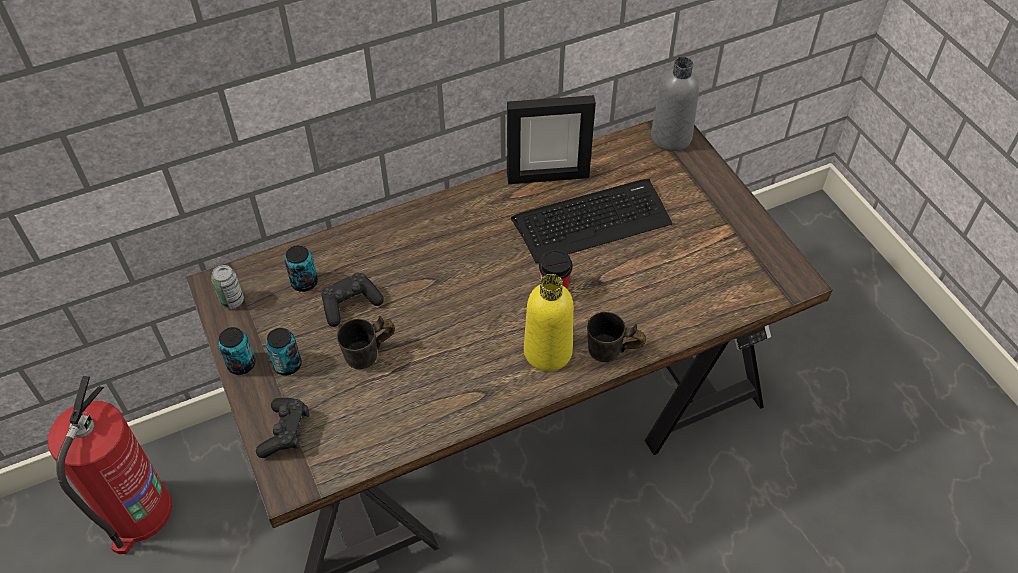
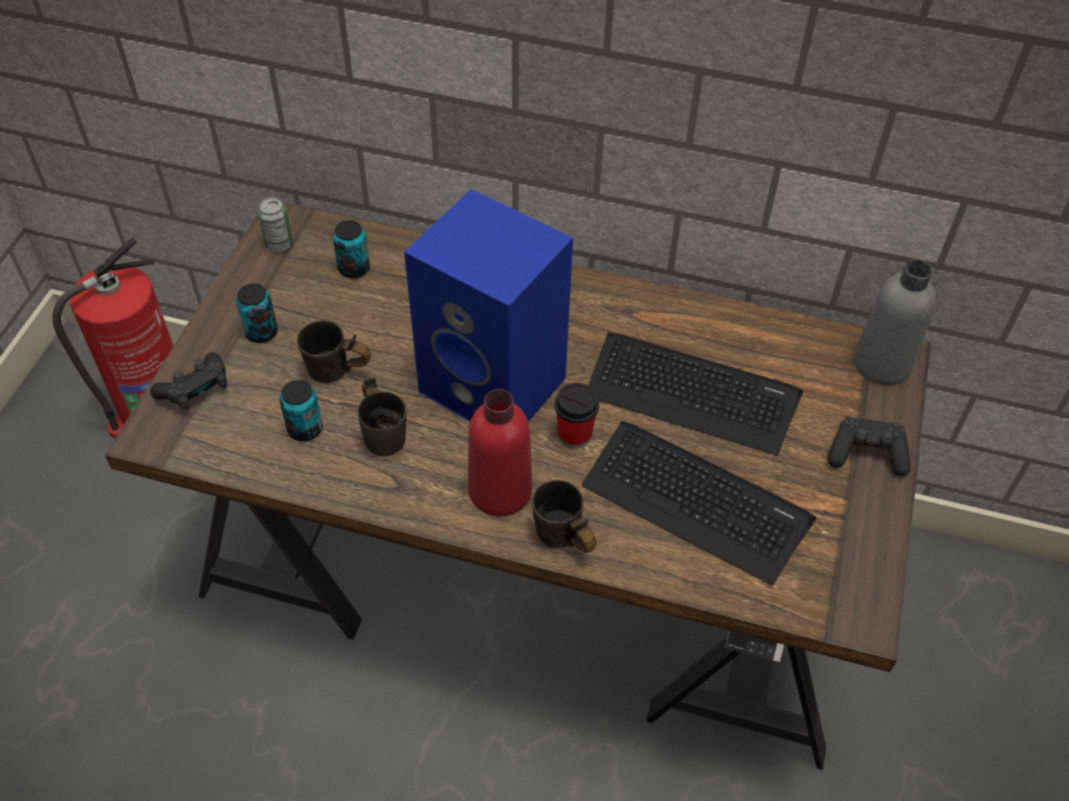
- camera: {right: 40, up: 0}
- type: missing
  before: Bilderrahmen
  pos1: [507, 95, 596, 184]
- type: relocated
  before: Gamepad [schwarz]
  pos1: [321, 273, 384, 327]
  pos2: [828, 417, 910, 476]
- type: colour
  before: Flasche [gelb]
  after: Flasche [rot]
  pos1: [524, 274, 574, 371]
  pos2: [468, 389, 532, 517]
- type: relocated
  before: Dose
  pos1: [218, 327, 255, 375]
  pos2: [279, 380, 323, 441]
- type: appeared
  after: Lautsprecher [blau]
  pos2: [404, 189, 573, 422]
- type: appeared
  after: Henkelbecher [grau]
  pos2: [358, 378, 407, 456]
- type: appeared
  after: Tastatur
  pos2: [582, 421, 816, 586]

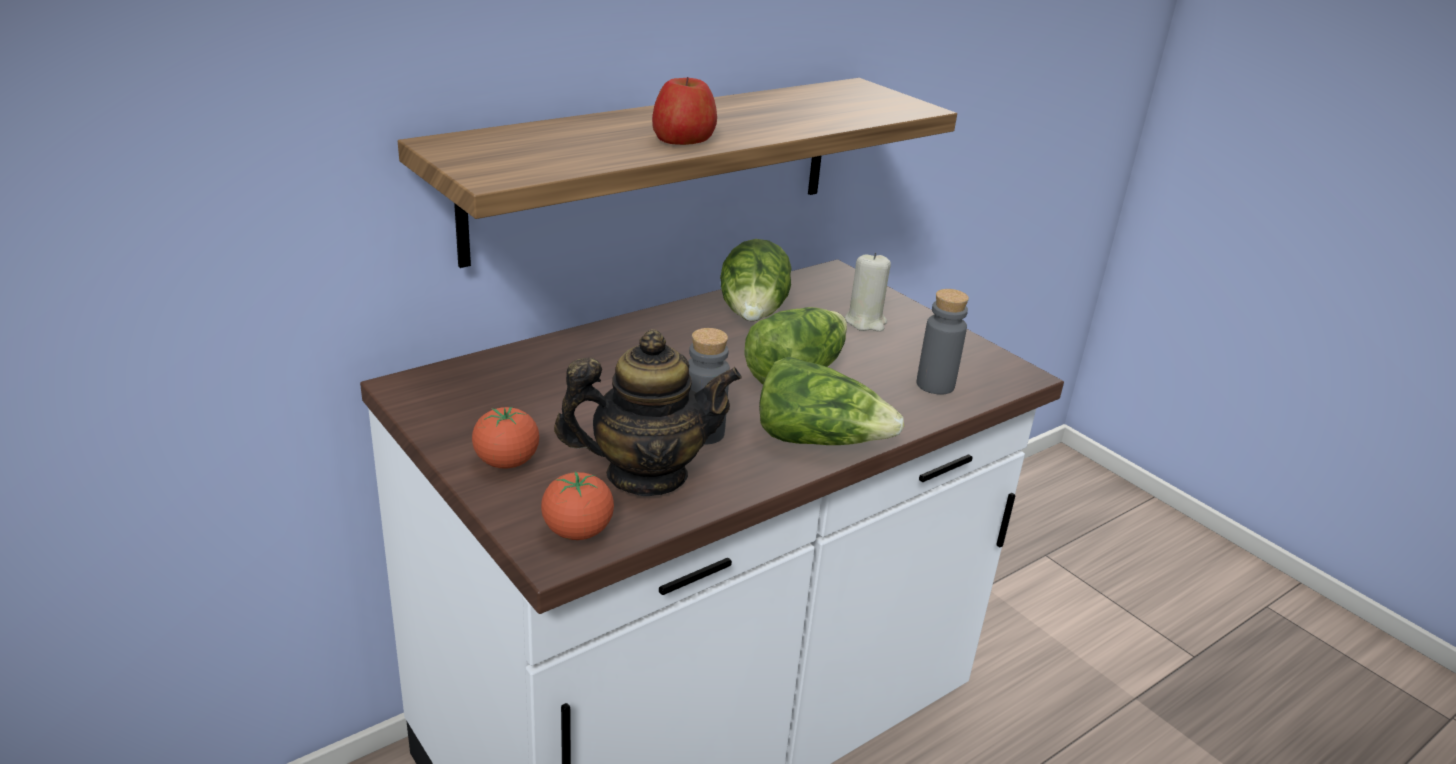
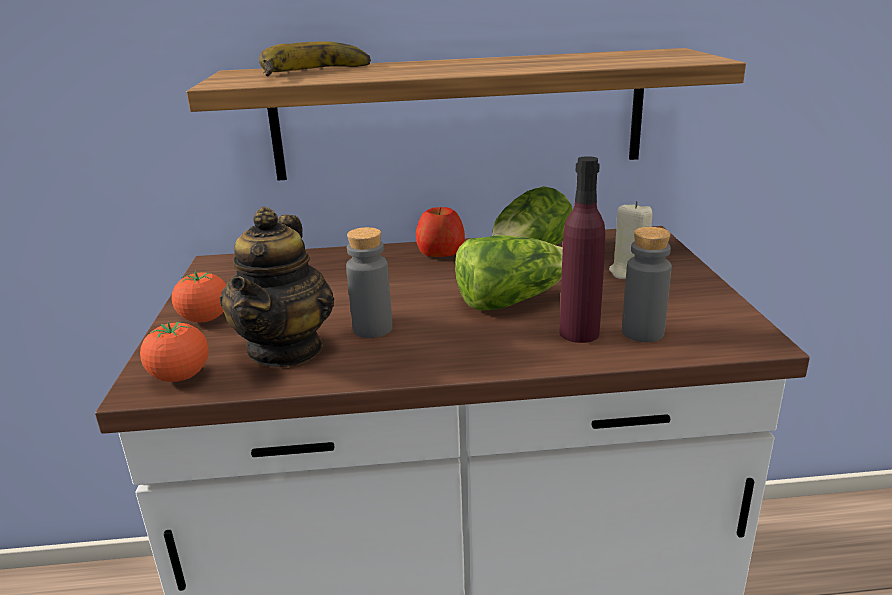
- camera: {right: 35, up: -5}
- type: relocated
  before: Apfel
  pos1: [652, 77, 717, 145]
  pos2: [416, 207, 465, 257]
- type: spun
  before: Teekanne
  pos1: [554, 329, 742, 496]
  pos2: [220, 206, 334, 367]
  turn: 75
- type: missing
  before: Salatkopf
  pos1: [759, 357, 904, 445]
- type: appeared
  after: Banane
  pos2: [259, 41, 371, 76]
- type: appeared
  after: Flasche [lila]
  pos2: [559, 156, 605, 343]

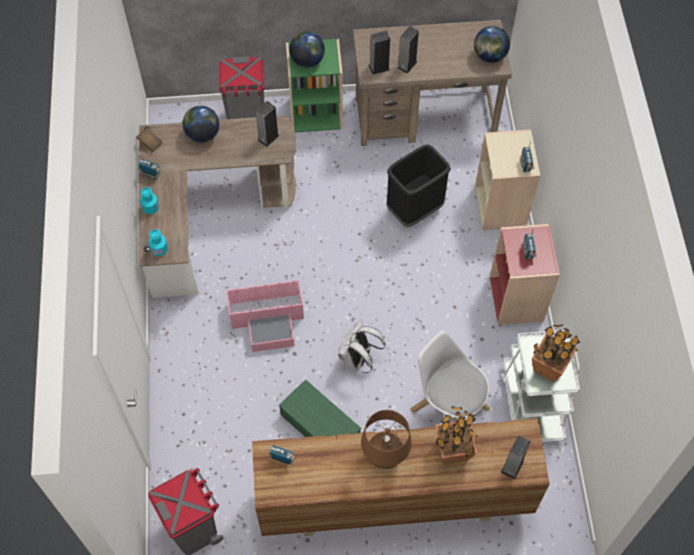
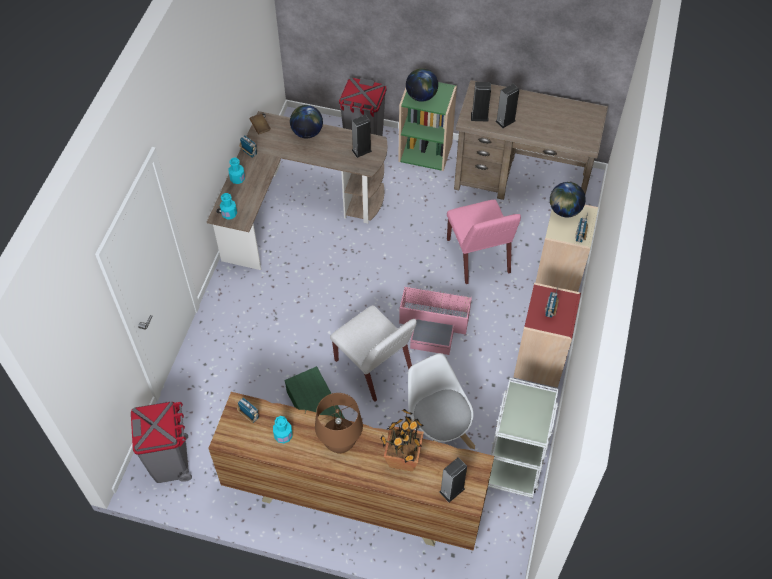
- camera: {right: 20, up: -5}
- type: relocated
  before: Globus
  pos1: [474, 26, 510, 63]
  pos2: [550, 182, 586, 217]
- type: exchanged
  before: Mülleimer [schwarz]
  after: Stuhl [rosa]
  pos1: [387, 145, 451, 227]
  pos2: [447, 200, 521, 284]
- type: relocated
  before: Aufbewahrungsbox [rosa]
  pos1: [227, 280, 304, 352]
  pos2: [399, 286, 472, 355]
- type: exchanged
  before: Rucksack [weiß]
  after: Stuhl [weiß]
  pos1: [338, 319, 385, 373]
  pos2: [330, 305, 417, 402]
- type: missing
  before: Topfpflanze
  pos1: [532, 324, 580, 382]
- type: appeared
  after: Flasche [türkis]
  pos2: [273, 416, 293, 444]

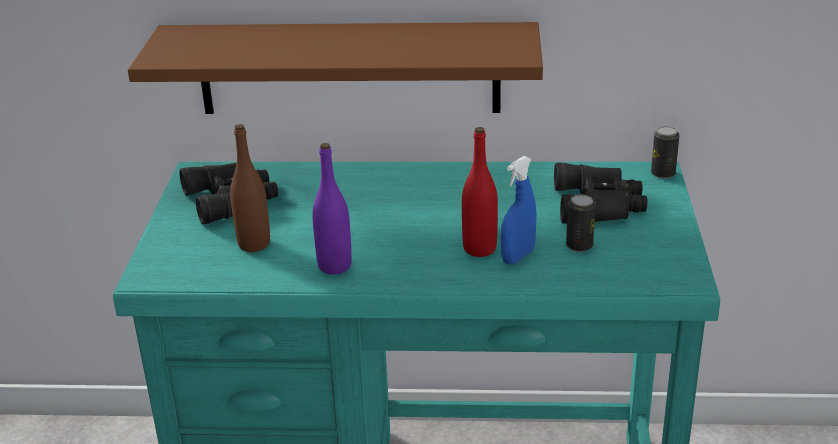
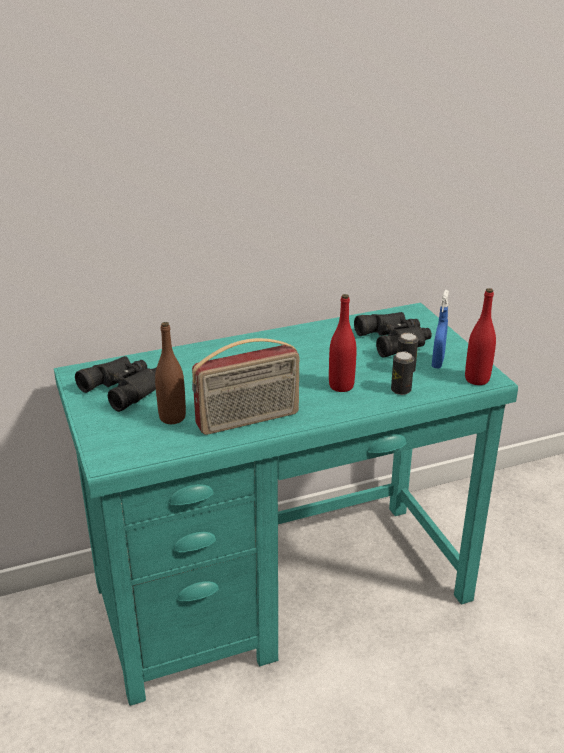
- camera: {right: -25, up: 0}
- type: missing
  before: Wandregal [braun]
  pos1: [128, 22, 543, 114]
- type: relocated
  before: Dose
  pos1: [651, 126, 680, 179]
  pos2: [391, 351, 414, 395]
- type: exchanged
  before: Flasche [lila]
  after: Radio
  pos1: [313, 143, 352, 274]
  pos2: [192, 338, 299, 435]
- type: relocated
  before: Sprühflasche [blau]
  pos1: [501, 156, 537, 265]
  pos2: [432, 290, 449, 368]
- type: appeared
  after: Flasche [rot]
  pos2: [465, 288, 496, 385]

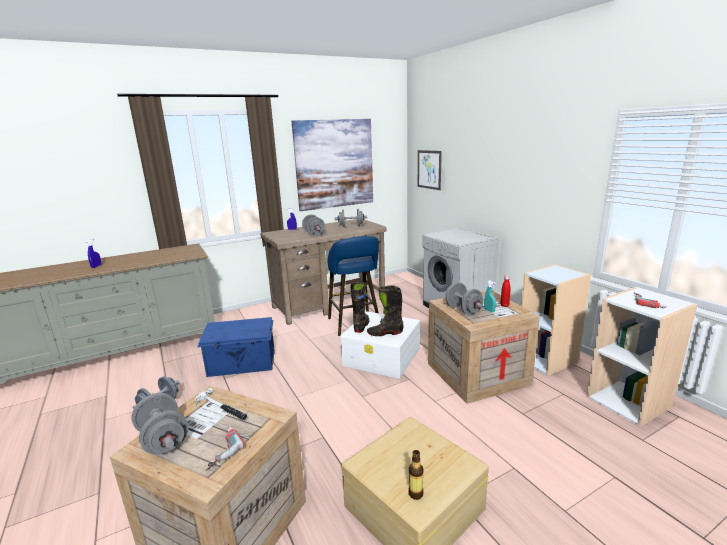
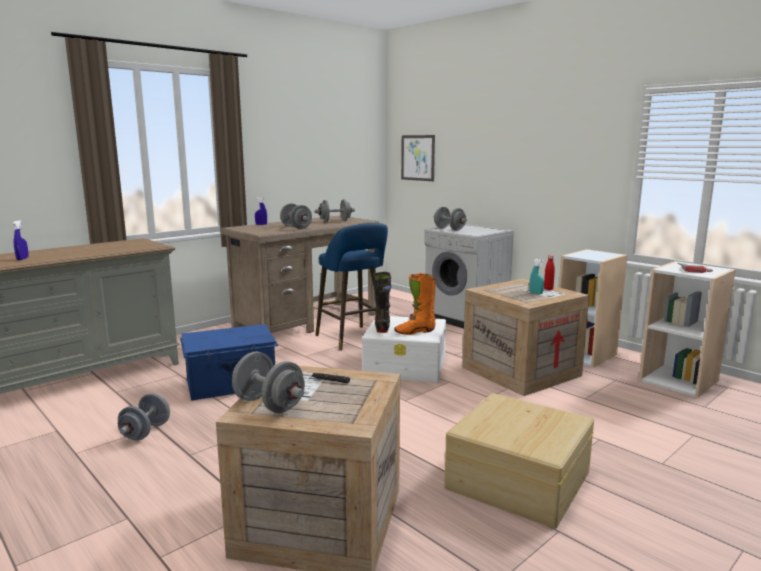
- camera: {right: -15, up: -5}
- type: missing
  before: Bild
  pos1: [292, 119, 373, 211]
- type: relocated
  before: Hantel [grau]
  pos1: [446, 282, 483, 315]
  pos2: [434, 207, 467, 231]
- type: colour
  before: Stiefel [schwarz]
  after: Stiefel [orange]
  pos1: [367, 285, 404, 336]
  pos2: [394, 273, 436, 335]
- type: missing
  before: Bohrmaschine
  pos1: [205, 427, 244, 471]
- type: missing
  before: Flasche
  pos1: [409, 450, 423, 500]

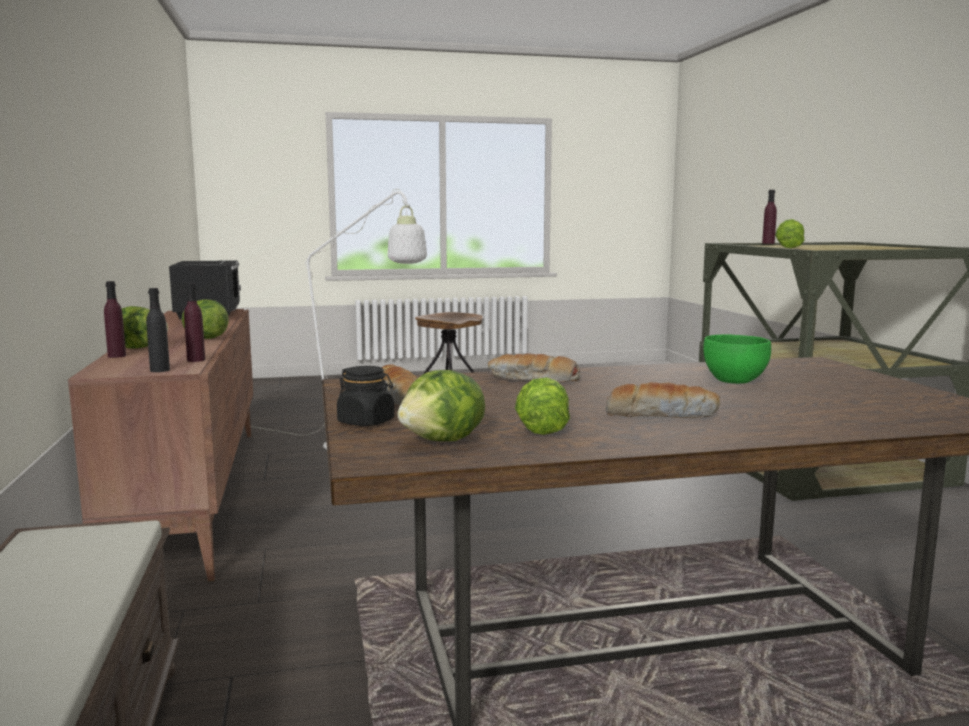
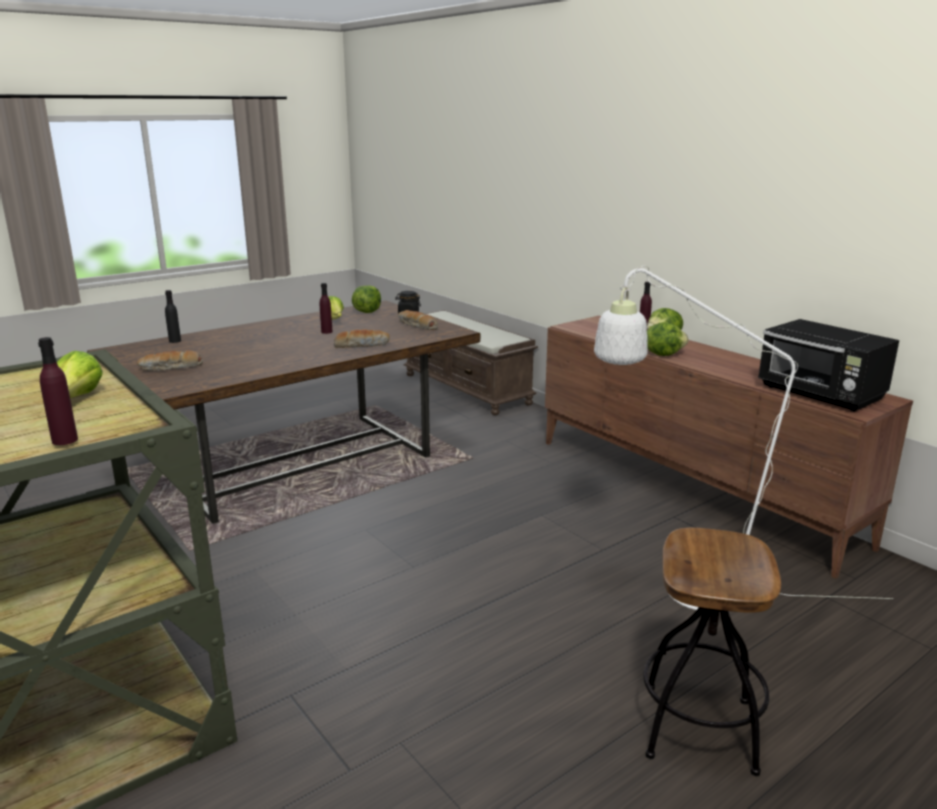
- camera: {right: 155, up: 10}
- type: relocated
  before: Flasche [lila]
  pos1: [184, 283, 205, 362]
  pos2: [320, 283, 333, 334]
- type: relocated
  before: Flasche [schwarz]
  pos1: [146, 288, 170, 372]
  pos2: [165, 290, 181, 343]
- type: missing
  before: Schüssel [grün]
  pos1: [703, 334, 771, 384]
- type: relocated
  before: Brot
  pos1: [606, 382, 720, 418]
  pos2: [137, 351, 203, 371]

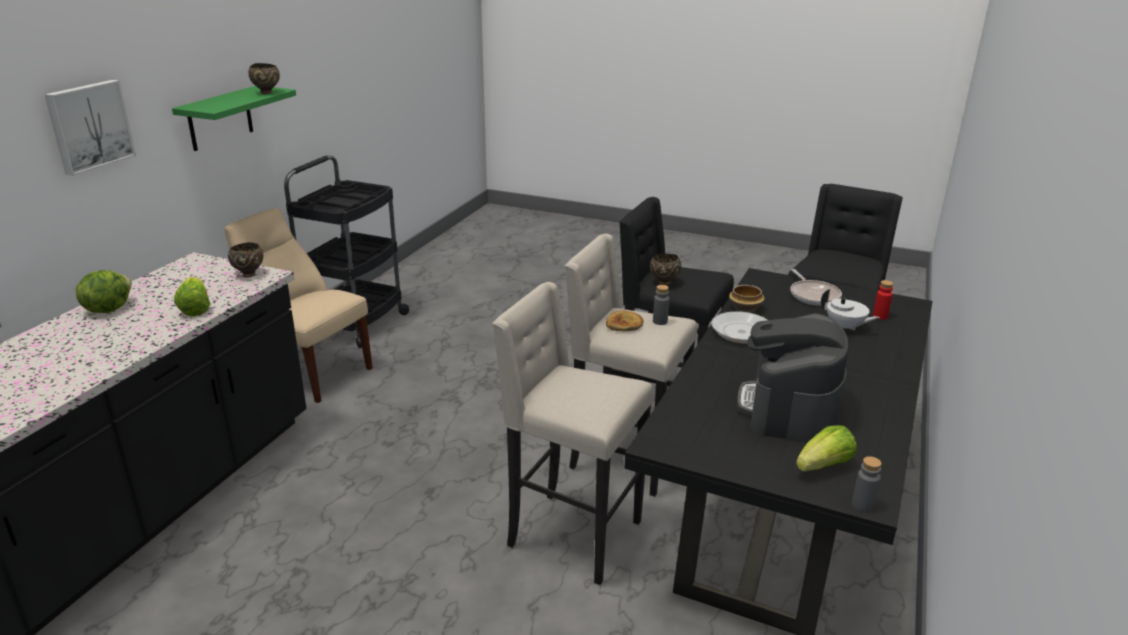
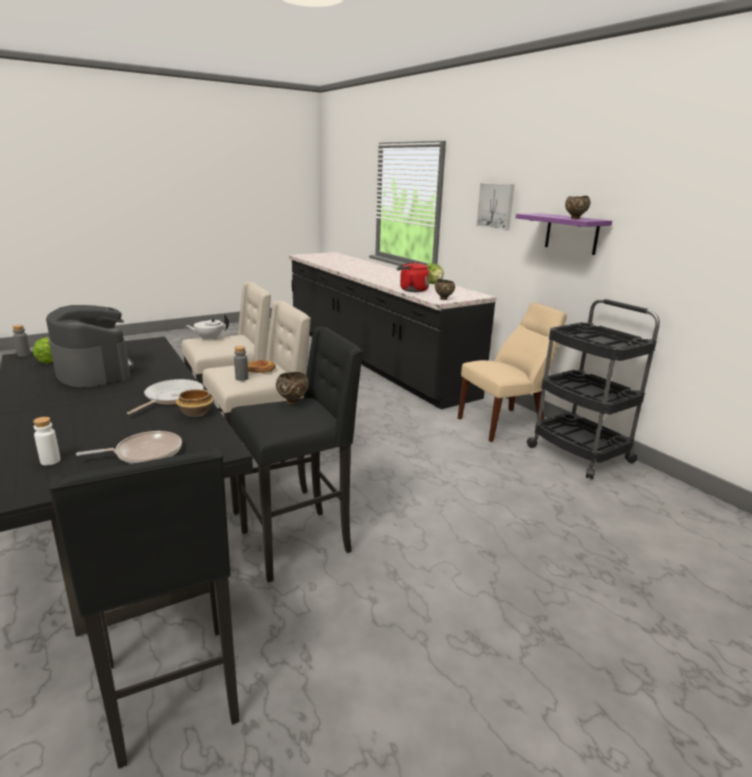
- camera: {right: 125, up: -5}
- type: colour
  before: Wandregal [grün]
  after: Wandregal [lila]
  pos1: [172, 86, 296, 151]
  pos2: [516, 213, 612, 255]
- type: spun
  before: Pfanne
  pos1: [790, 269, 842, 306]
  pos2: [76, 431, 182, 464]
  turn: 135
- type: exchanged
  before: Salatkopf
  after: Wasserkessel [rot]
  pos1: [174, 276, 210, 316]
  pos2: [397, 262, 430, 292]
- type: colour
  before: Flasche [rot]
  after: Flasche [weiß]
  pos1: [873, 280, 893, 320]
  pos2: [33, 417, 61, 465]
- type: relocated
  before: Teekanne [weiß]
  pos1: [821, 289, 880, 331]
  pos2: [185, 314, 229, 339]

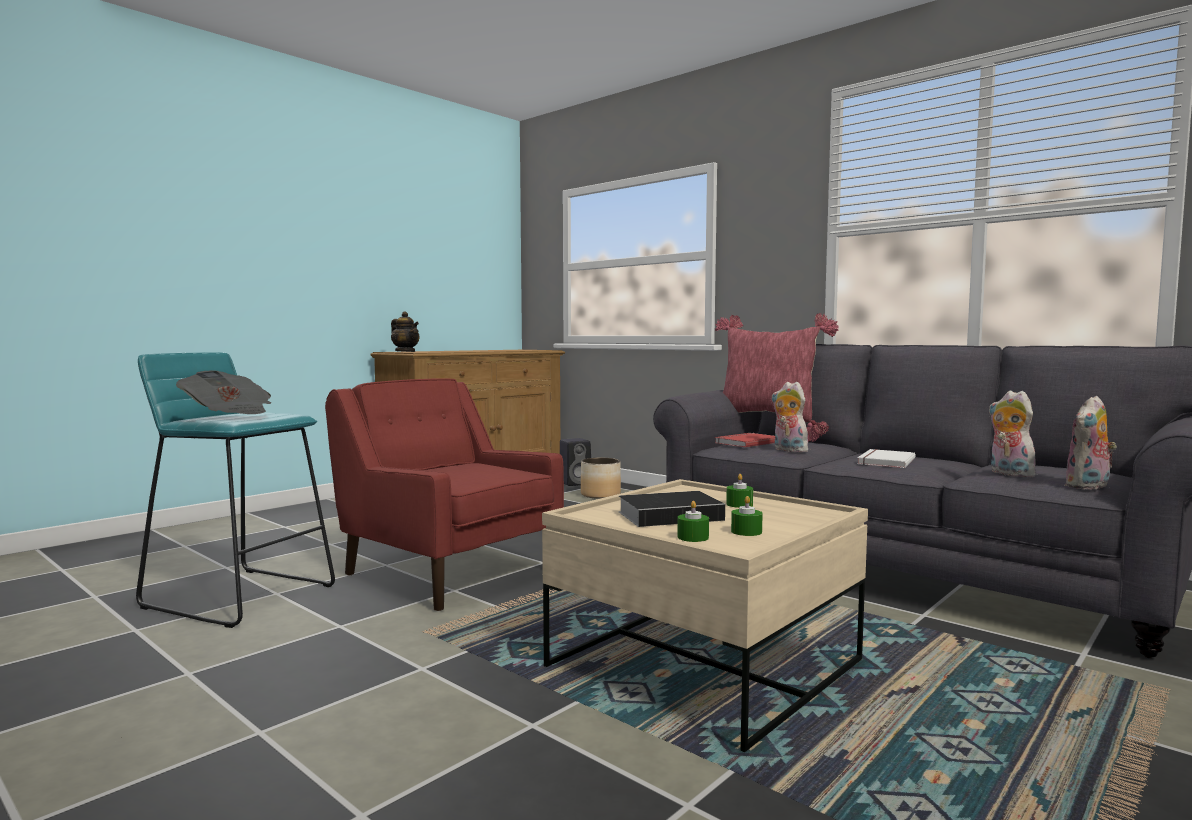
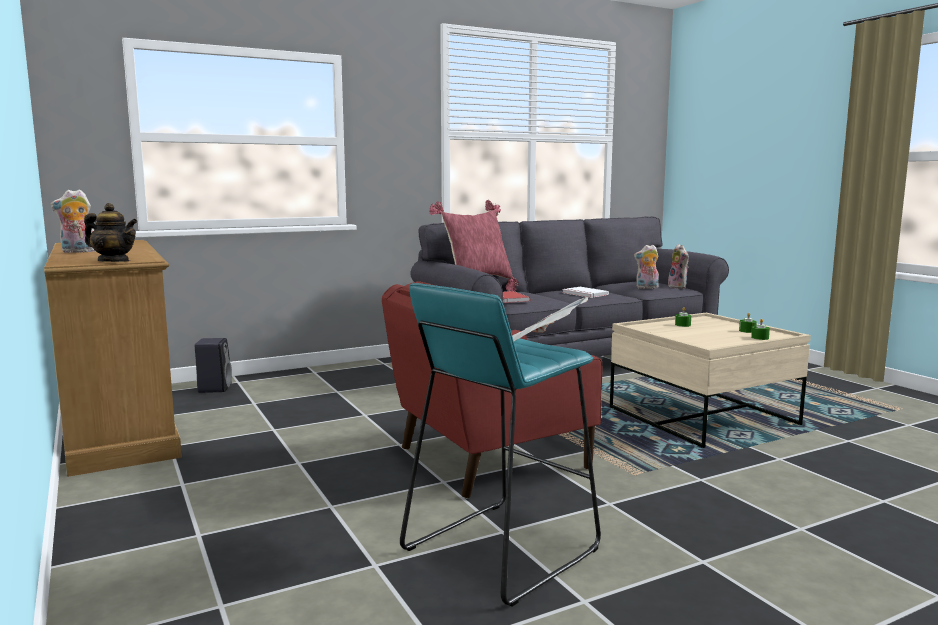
- camera: {right: -70, up: 5}
- type: spun
  before: Teekanne
  pos1: [391, 312, 420, 352]
  pos2: [84, 203, 137, 262]
  turn: 45
- type: relocated
  before: Plüschtier
  pos1: [772, 382, 810, 452]
  pos2: [51, 189, 95, 253]
- type: missing
  before: Pflanzkübel
  pos1: [581, 458, 621, 499]
- type: missing
  before: Buch
  pos1: [619, 491, 731, 527]

